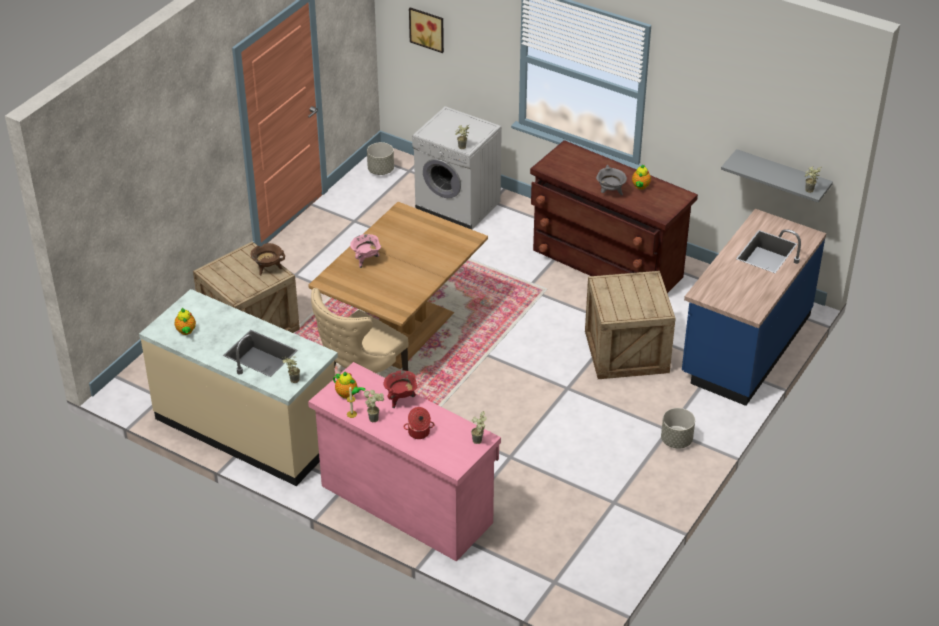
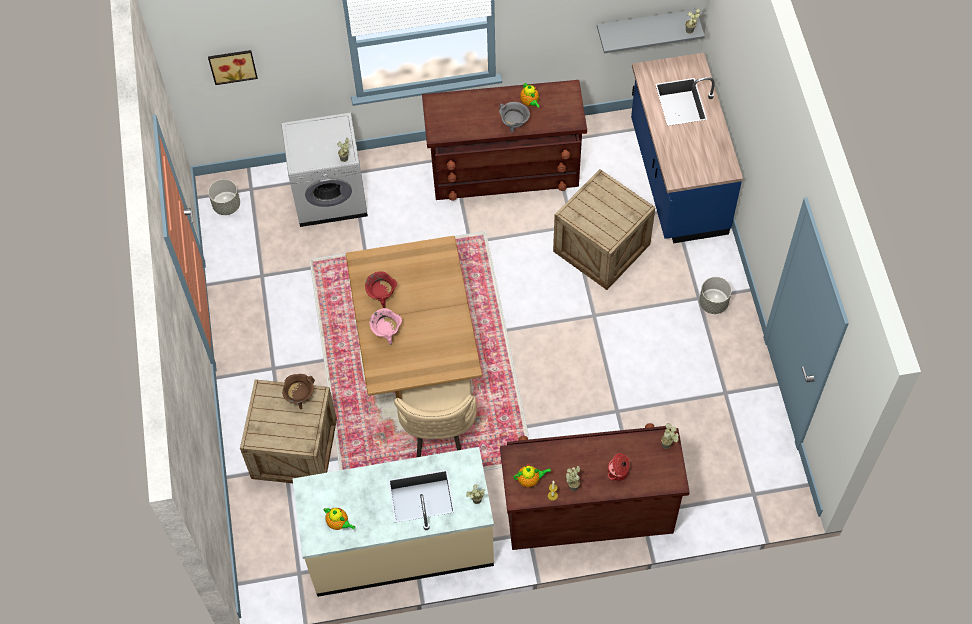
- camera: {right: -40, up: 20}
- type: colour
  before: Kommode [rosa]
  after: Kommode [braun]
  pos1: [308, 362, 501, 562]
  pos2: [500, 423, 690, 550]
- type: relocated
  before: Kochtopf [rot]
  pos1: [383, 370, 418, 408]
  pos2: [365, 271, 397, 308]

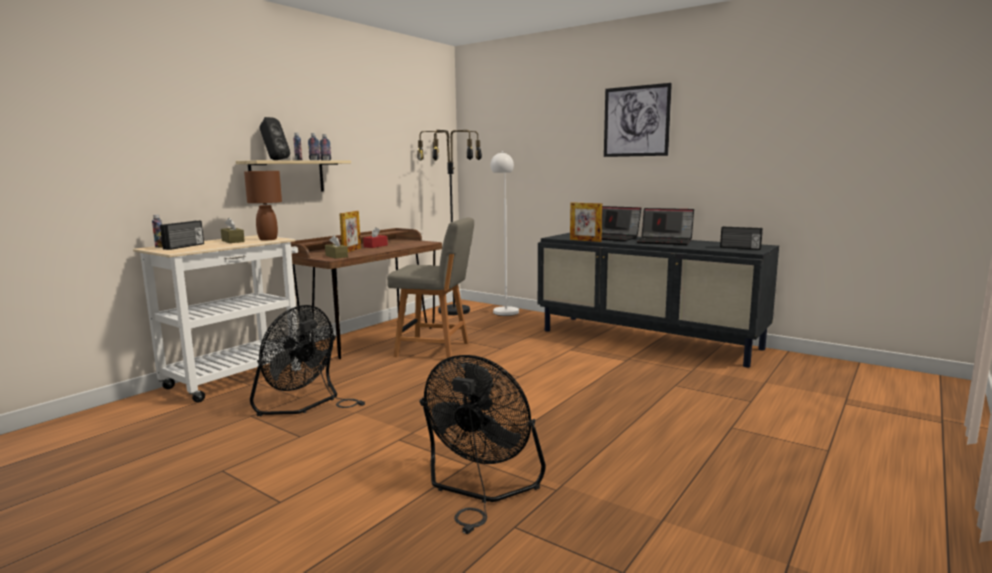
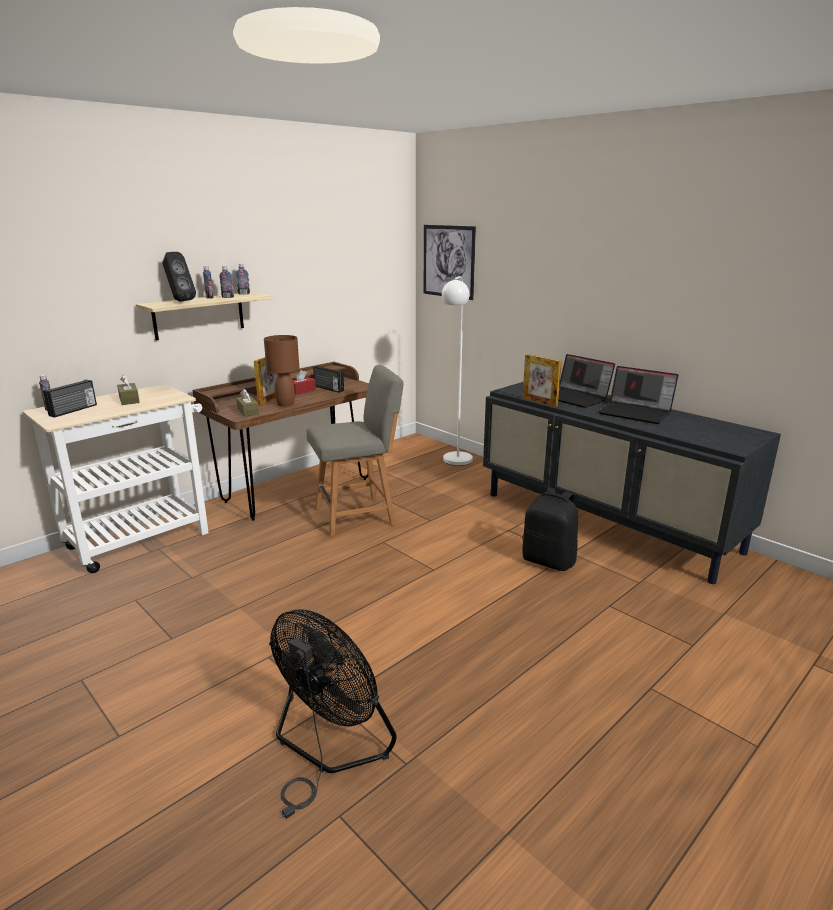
- camera: {right: 10, up: 10}
- type: relocated
  before: Bild
  pos1: [604, 83, 672, 157]
  pos2: [424, 225, 476, 300]
- type: missing
  before: Stehlampe
  pos1: [417, 130, 482, 315]
- type: relocated
  before: Tischlampe [braun]
  pos1: [244, 171, 282, 241]
  pos2: [264, 335, 299, 407]
- type: spun
  before: Stuhl [grau]
  pos1: [387, 218, 474, 358]
  pos2: [307, 365, 403, 537]
  turn: -45
- type: relocated
  before: Radio
  pos1: [720, 226, 763, 250]
  pos2: [313, 366, 344, 393]
- type: missing
  before: Ventilator [schwarz]
  pos1: [250, 305, 365, 416]
- type: appeared
  after: Rucksack [schwarz]
  pos2: [522, 487, 578, 571]

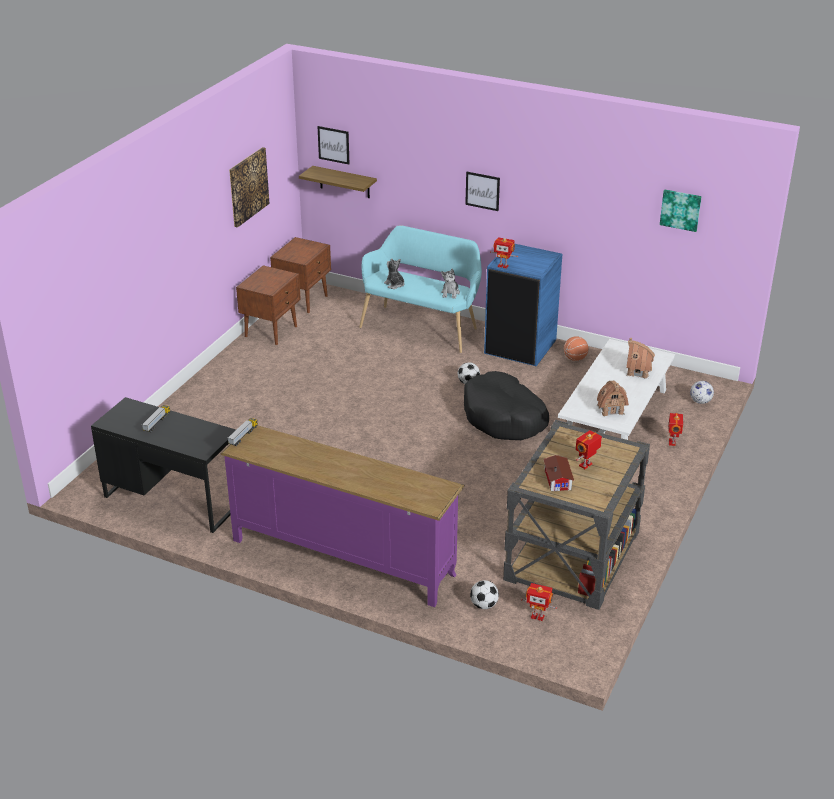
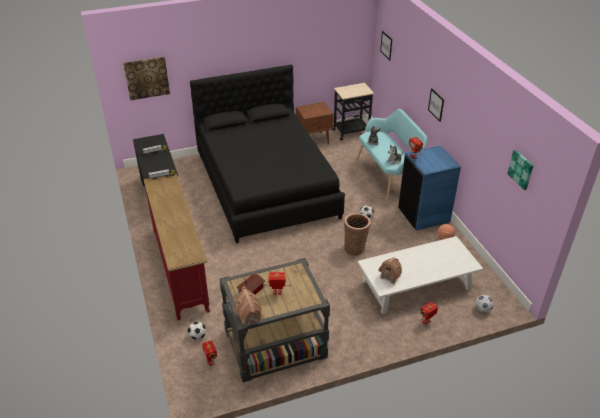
- camera: {right: 45, up: 5}
- type: relocated
  before: Bild
  pos1: [229, 147, 270, 228]
  pos2: [123, 57, 170, 100]
- type: missing
  before: Wandregal
  pos1: [299, 166, 377, 198]
- type: exchanged
  before: Nachttisch [braun]
  after: Rollwagen
  pos1: [270, 237, 331, 313]
  pos2: [333, 83, 374, 141]
- type: relocated
  before: Spielzeughaus
  pos1: [626, 338, 655, 378]
  pos2: [234, 286, 262, 325]
- type: exchanged
  before: Hundebett [schwarz]
  after: Korb
  pos1: [464, 371, 549, 440]
  pos2: [344, 213, 371, 256]
- type: colour
  before: Kommode [lila]
  after: Kommode [rot]
  pos1: [221, 426, 464, 607]
  pos2: [143, 173, 210, 321]
- type: appeared
  after: Bett [schwarz]
  pos2: [190, 64, 345, 243]

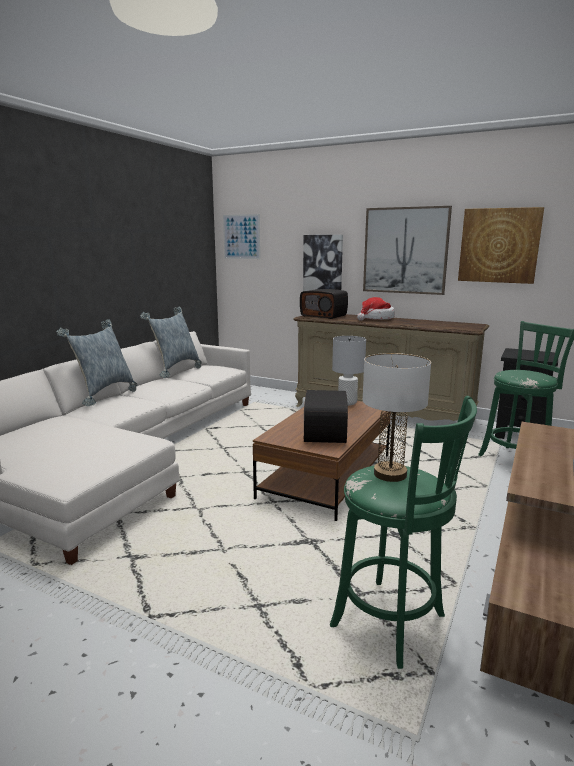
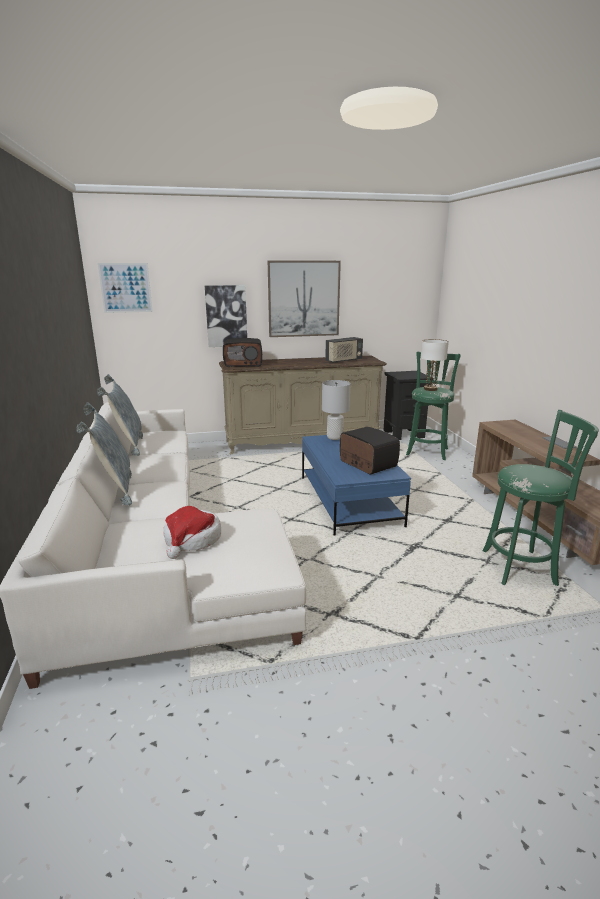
- camera: {right: -40, up: 5}
- type: missing
  before: Bild
  pos1: [458, 207, 544, 284]
- type: relocated
  before: Hut
  pos1: [357, 297, 395, 320]
  pos2: [164, 506, 221, 559]
- type: relocated
  before: Tischlampe
  pos1: [363, 353, 431, 482]
  pos2: [421, 339, 449, 391]
- type: colour
  before: Couchtisch [braun]
  after: Couchtisch [blau]
  pos1: [253, 401, 391, 521]
  pos2: [302, 435, 411, 536]
- type: appeared
  after: Radio
  pos2: [325, 337, 363, 363]

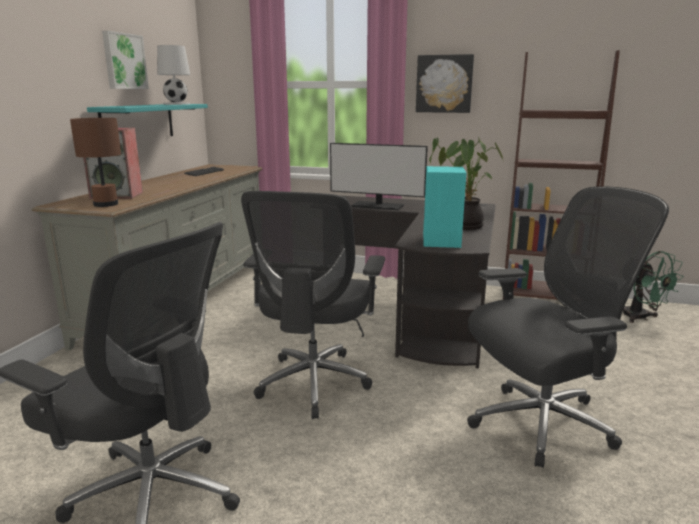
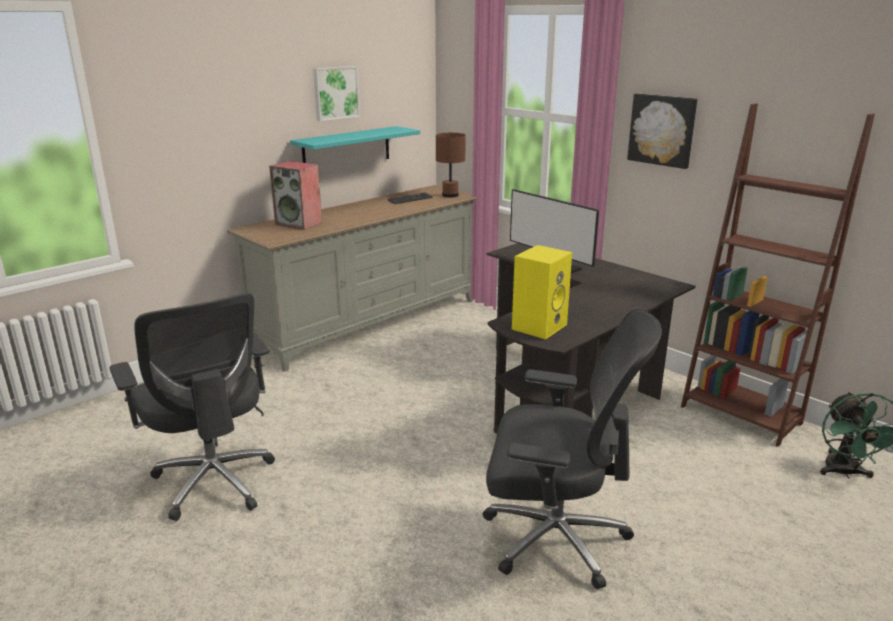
- camera: {right: 30, up: 5}
- type: missing
  before: Tischlampe [weiß]
  pos1: [157, 45, 190, 105]
- type: relocated
  before: Tischlampe [braun]
  pos1: [70, 118, 121, 207]
  pos2: [436, 133, 465, 197]
- type: missing
  before: Topfpflanze
  pos1: [429, 137, 503, 230]
- type: colour
  before: Lautsprecher [türkis]
  after: Lautsprecher [gelb]
  pos1: [423, 166, 466, 248]
  pos2: [512, 245, 572, 339]
- type: missing
  before: Bürostuhl
  pos1: [241, 191, 385, 419]

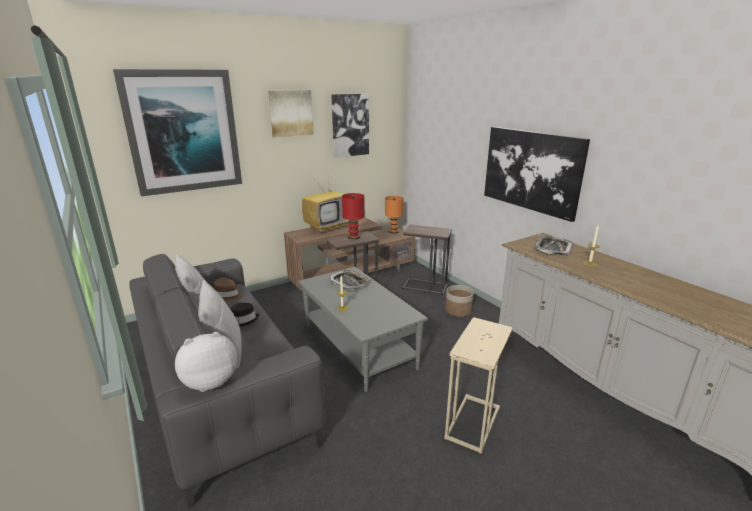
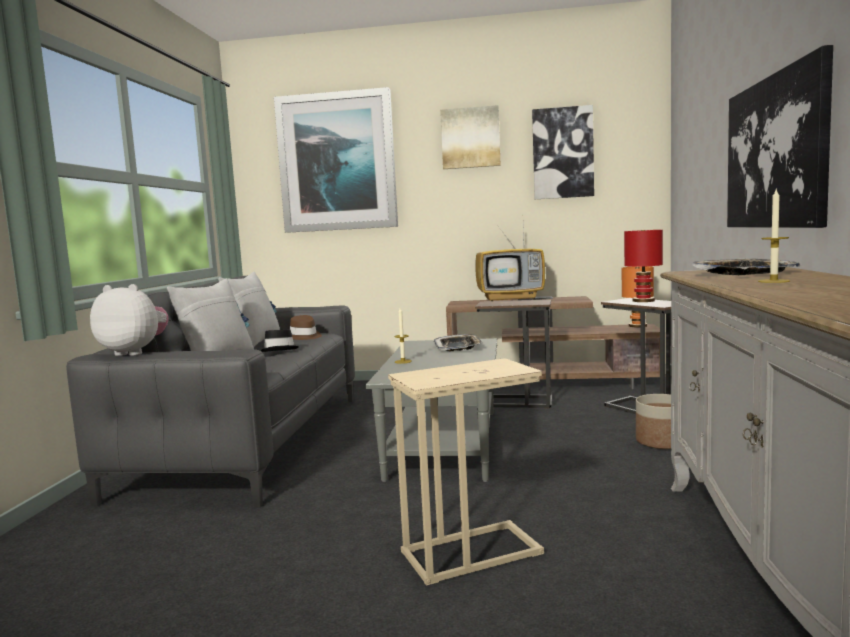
- camera: {right: 40, up: -15}
- type: relocated
  before: Tischlampe [rot]
  pos1: [342, 193, 365, 239]
  pos2: [624, 230, 663, 302]

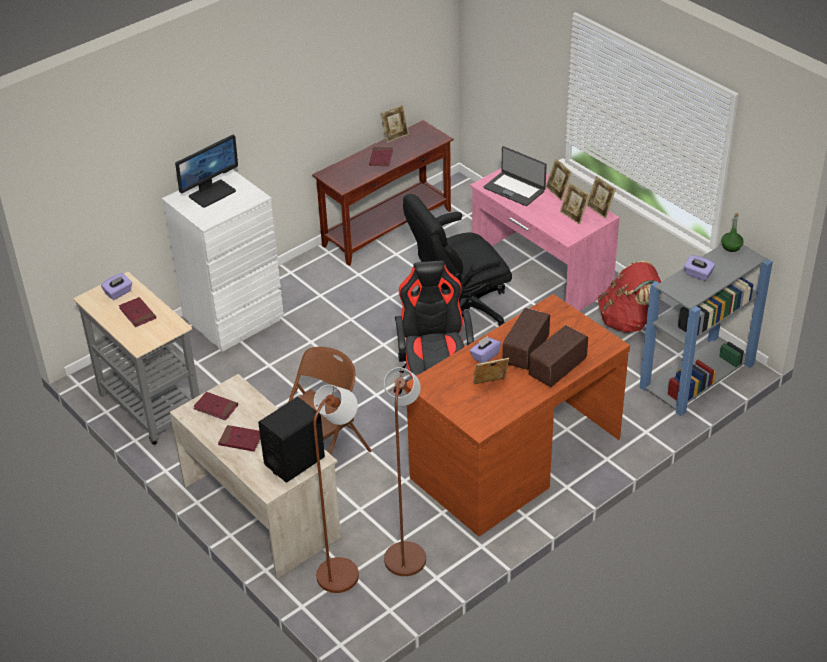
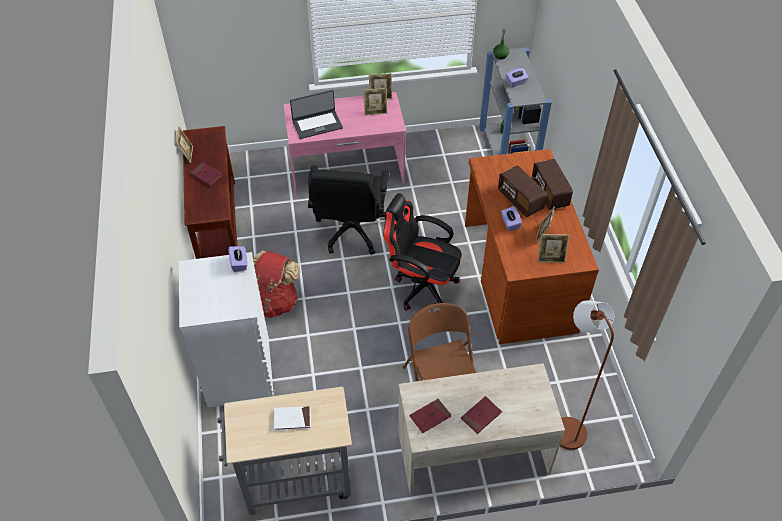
- camera: {right: -60, up: 10}
- type: missing
  before: Monitor
  pos1: [175, 135, 238, 208]
- type: relocated
  before: Bilderrahmen
  pos1: [546, 158, 572, 201]
  pos2: [538, 234, 569, 263]
- type: relocated
  before: Rucksack [rot]
  pos1: [598, 261, 663, 332]
  pos2: [253, 251, 301, 318]
- type: relocated
  before: Taschentuchbox [lila]
  pos1: [101, 273, 132, 300]
  pos2: [229, 246, 247, 272]
- type: colour
  before: Buch [rot]
  after: Buch [weiß]
  pos1: [119, 297, 156, 327]
  pos2: [274, 406, 311, 431]
- type: missing
  before: Stehlampe [braun]
  pos1: [384, 367, 426, 576]
- type: missing
  before: Lautsprecher [schwarz]
  pos1: [258, 397, 325, 483]

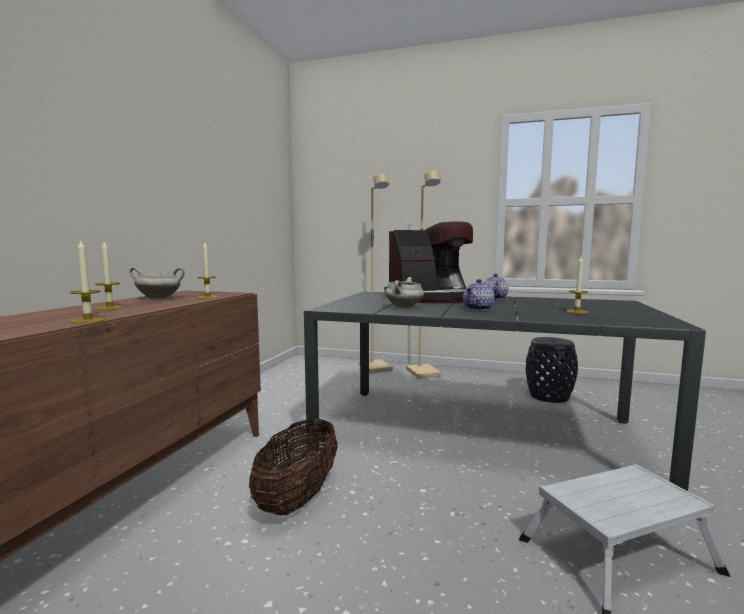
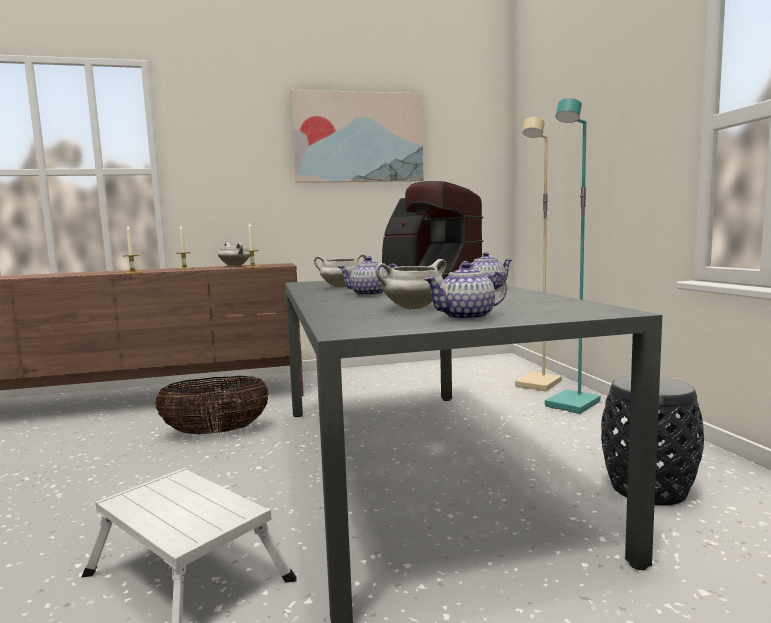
- camera: {right: 60, up: 0}
- type: colour
  before: Stehlampe [beige]
  after: Stehlampe [türkis]
  pos1: [406, 171, 441, 379]
  pos2: [545, 98, 601, 414]
- type: exchanged
  before: Kerze
  after: Kochtopf [weiß]
  pos1: [566, 257, 589, 313]
  pos2: [376, 259, 447, 309]
- type: appeared
  after: Bild
  pos2: [290, 90, 424, 183]
- type: appeared
  after: Teekanne
  pos2: [423, 262, 507, 320]

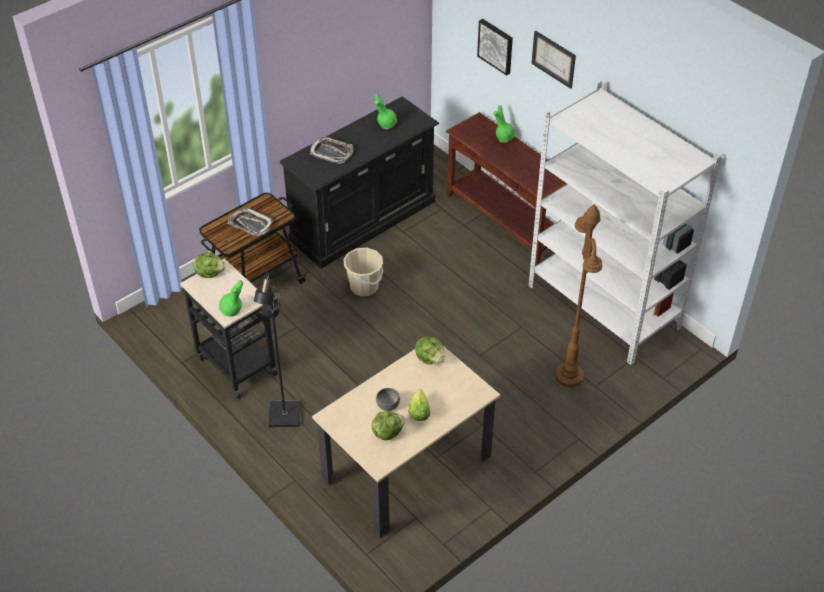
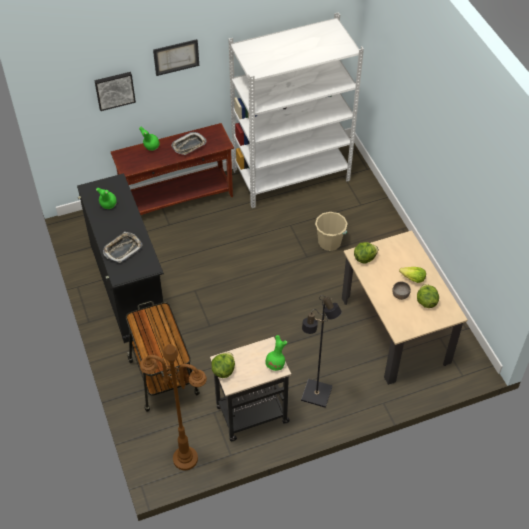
- camera: {right: -70, up: 5}
- type: relocated
  before: Stehlampe [braun]
  pos1: [555, 204, 602, 387]
  pos2: [140, 344, 207, 470]
- type: relocated
  before: Tablett
  pos1: [228, 208, 273, 236]
  pos2: [171, 132, 207, 155]
- type: relocated
  before: Eimer [beige]
  pos1: [343, 248, 383, 296]
  pos2: [315, 212, 348, 251]

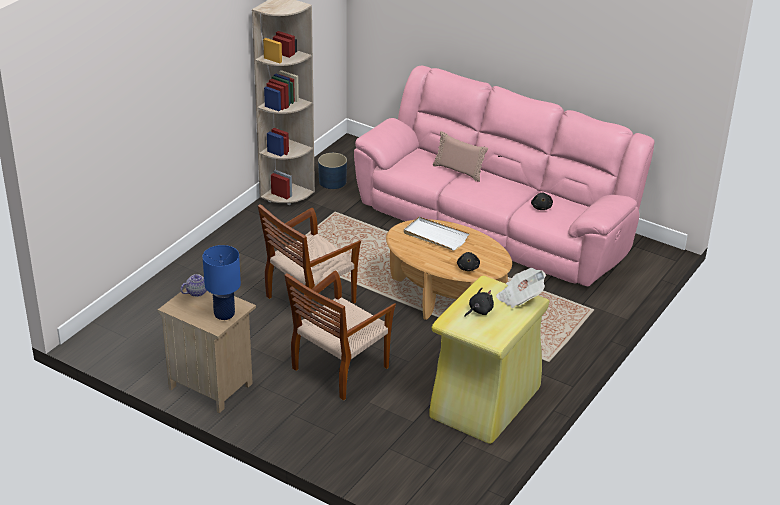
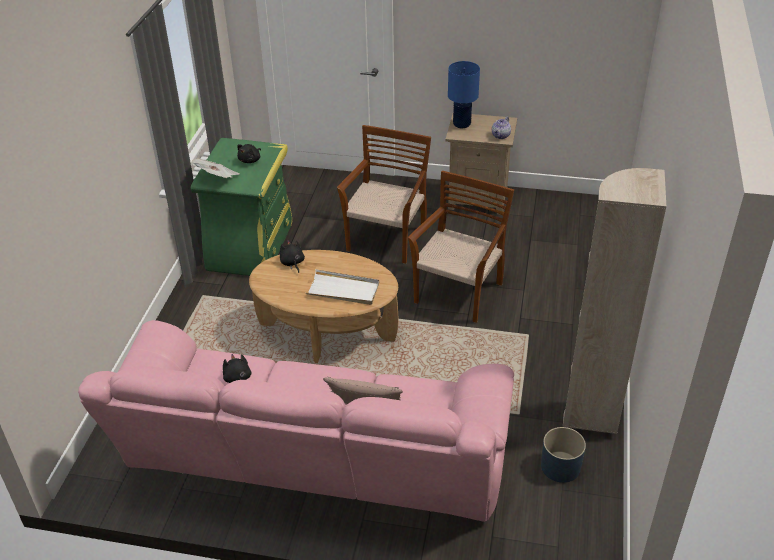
- camera: {right: 160, up: 5}
- type: colour
  before: Nachttisch [gelb]
  after: Nachttisch [grün]
  pos1: [429, 276, 549, 444]
  pos2: [191, 138, 292, 276]

